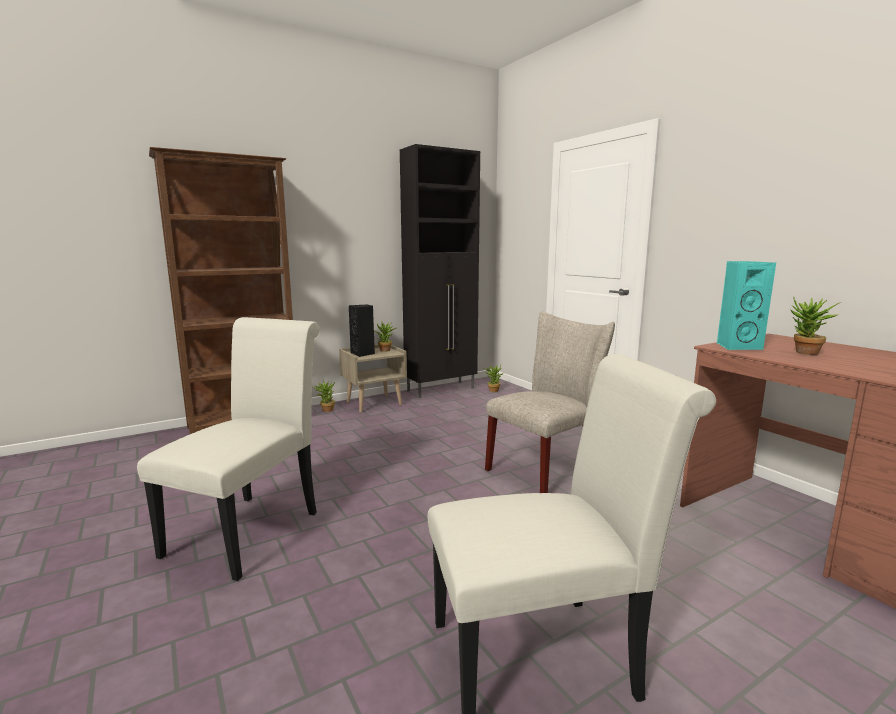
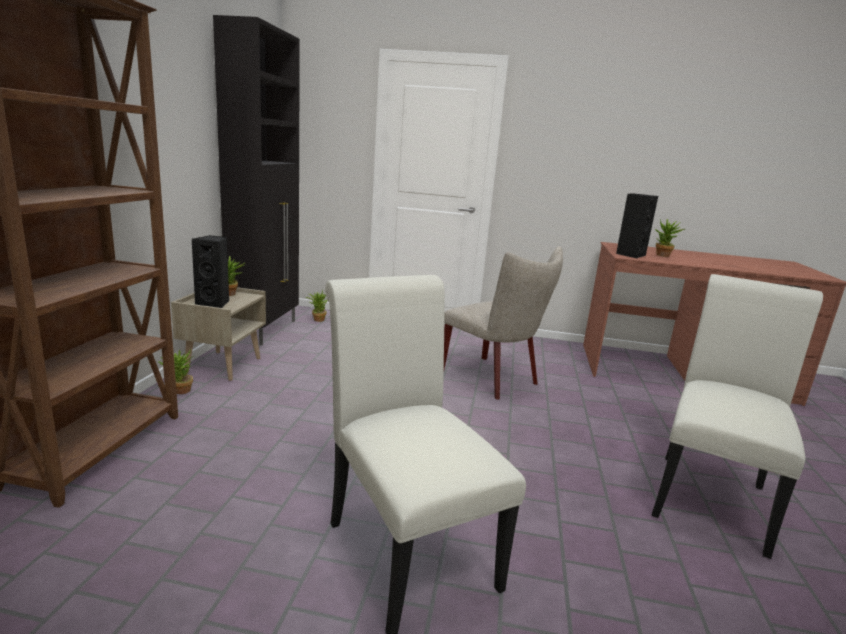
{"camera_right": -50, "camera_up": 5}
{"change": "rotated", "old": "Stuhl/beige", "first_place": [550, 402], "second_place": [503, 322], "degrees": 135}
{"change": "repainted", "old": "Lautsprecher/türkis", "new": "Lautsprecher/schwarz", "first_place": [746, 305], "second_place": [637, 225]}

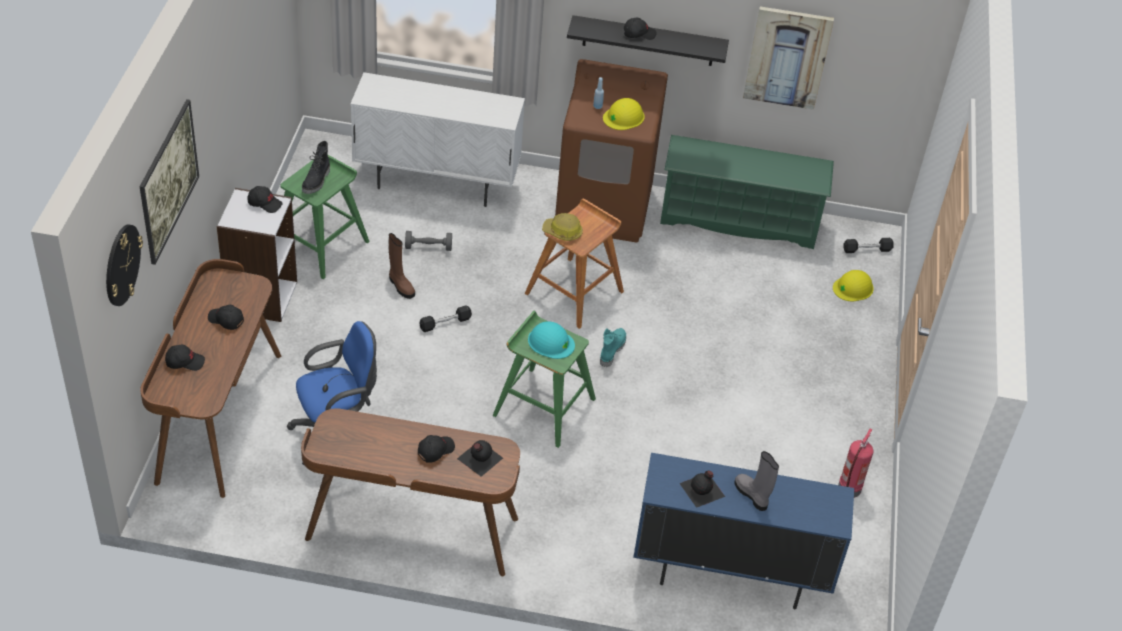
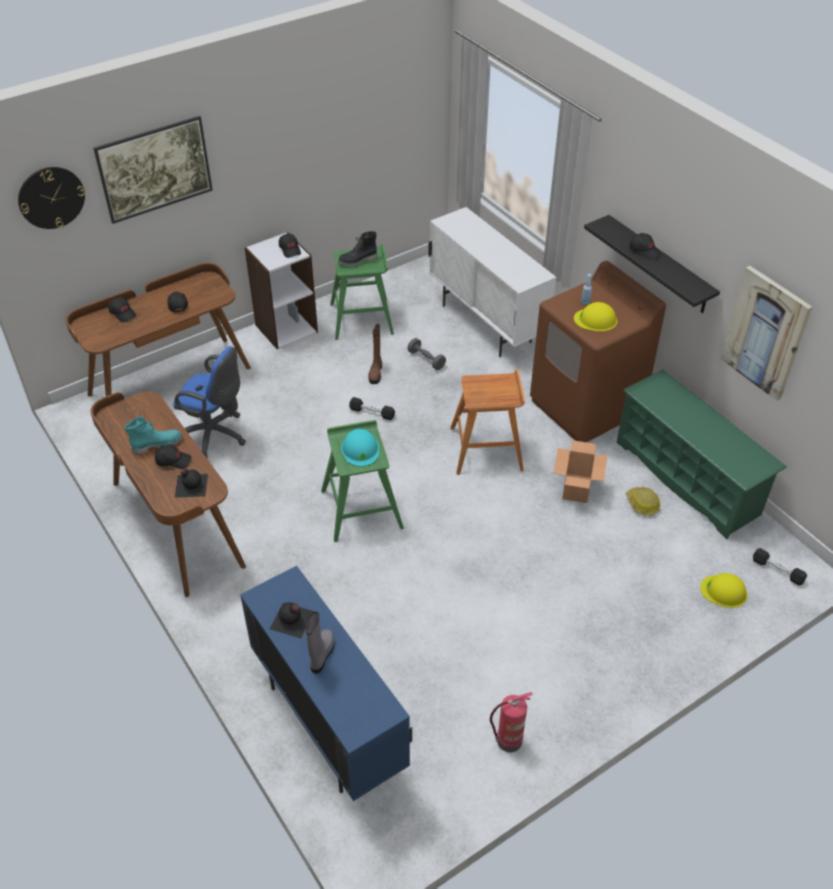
{"camera_right": 50, "camera_up": 0}
{"change": "shifted", "old": "Stiefel/türkis", "first_place": [613, 347], "second_place": [154, 435]}
{"change": "new", "new": "Karton", "second_place": [580, 471]}
{"change": "shifted", "old": "Schutzhelm", "first_place": [562, 227], "second_place": [643, 501]}

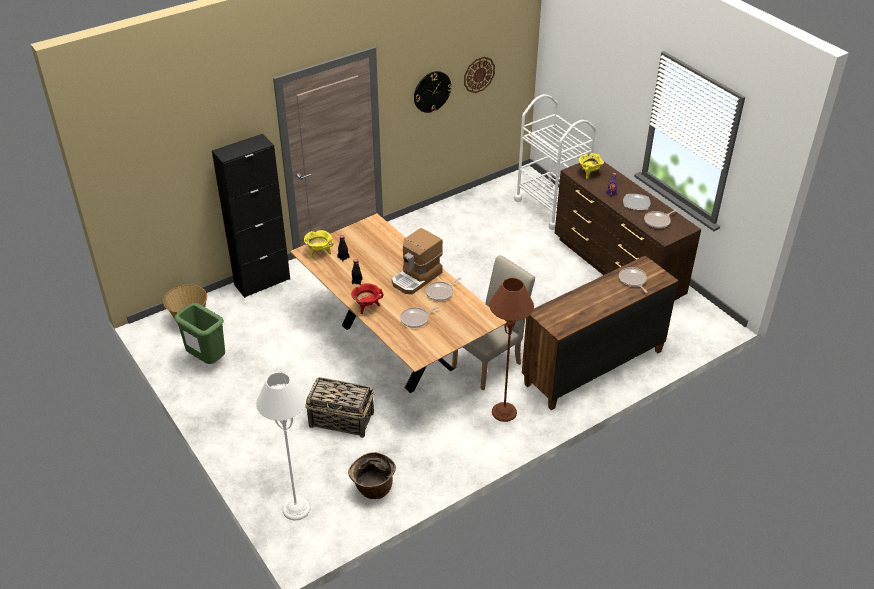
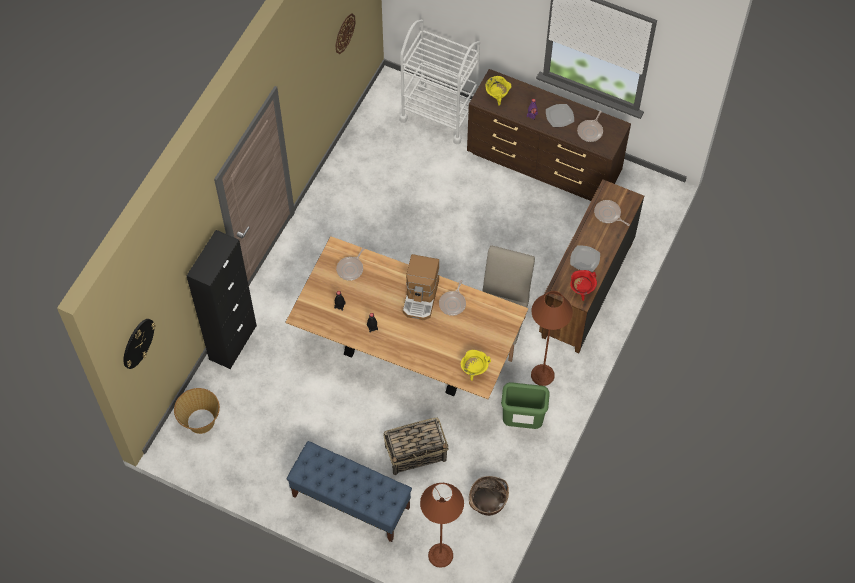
{"camera_right": -30, "camera_up": 20}
{"change": "shifted", "old": "Wanduhr", "first_place": [433, 92], "second_place": [140, 344]}
{"change": "new", "new": "Bank/blau", "second_place": [349, 491]}
{"change": "shifted", "old": "Pfanne", "first_place": [420, 317], "second_place": [350, 264]}
{"change": "repainted", "old": "Stehlampe/weiß", "new": "Stehlampe/braun", "first_place": [283, 446], "second_place": [442, 525]}
{"change": "shifted", "old": "Kochtopf/gelb", "first_place": [319, 243], "second_place": [476, 365]}
{"change": "shifted", "old": "Mülleimer/grün", "first_place": [199, 333], "second_place": [525, 405]}
{"change": "new", "new": "Teller", "second_place": [585, 258]}
{"change": "shifted", "old": "Kochtopf/rot", "first_place": [367, 298], "second_place": [583, 285]}

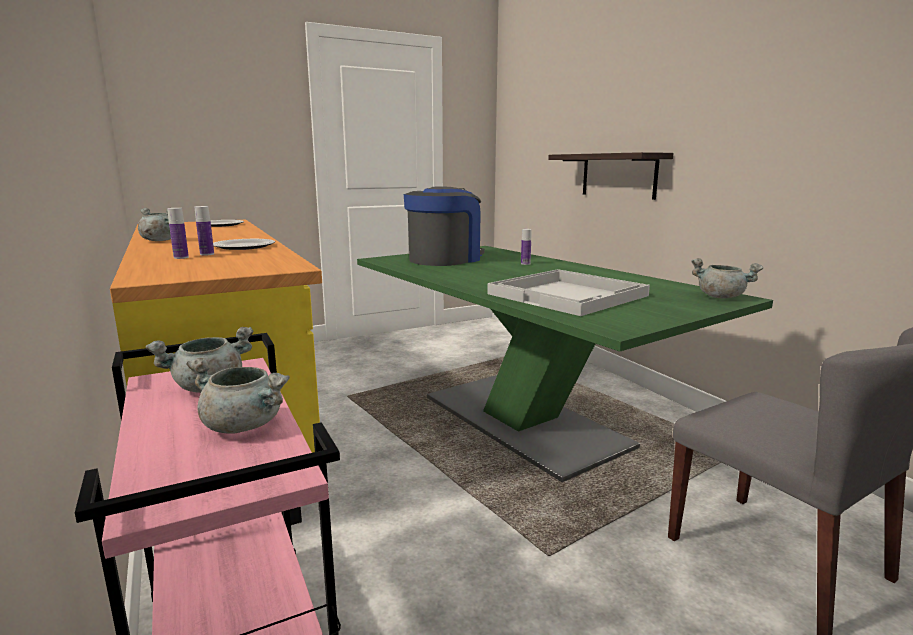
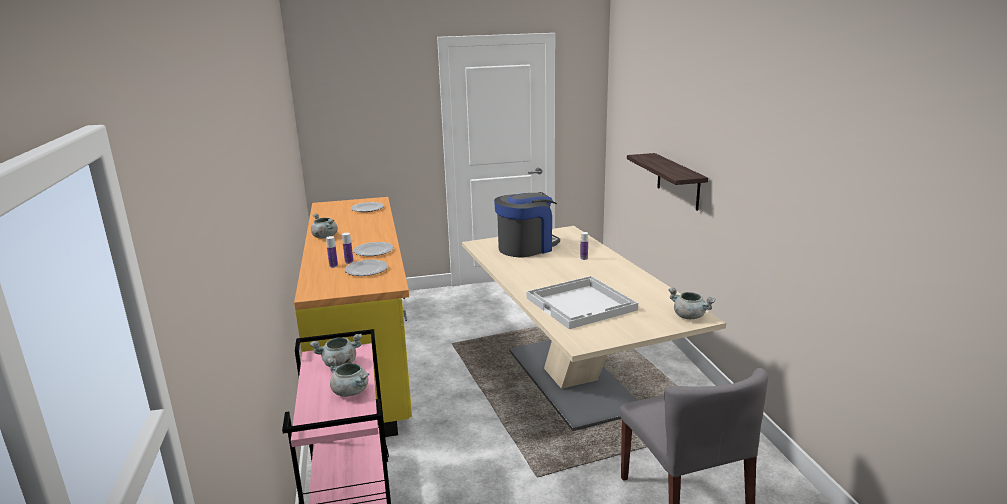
{"camera_right": 15, "camera_up": 5}
{"change": "new", "new": "Teller", "second_place": [366, 268]}
{"change": "repainted", "old": "Esstisch/grün", "new": "Esstisch/beige", "first_place": [565, 364], "second_place": [594, 328]}

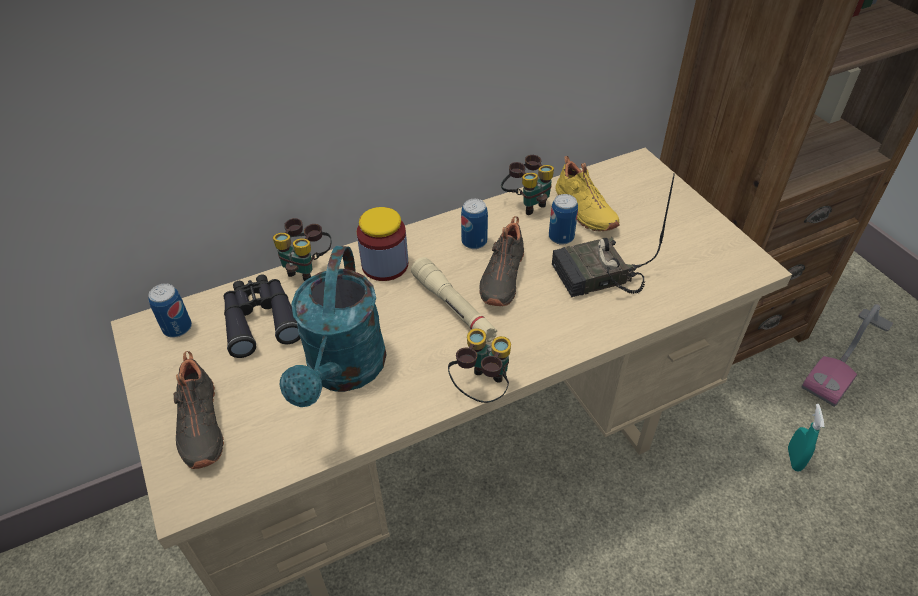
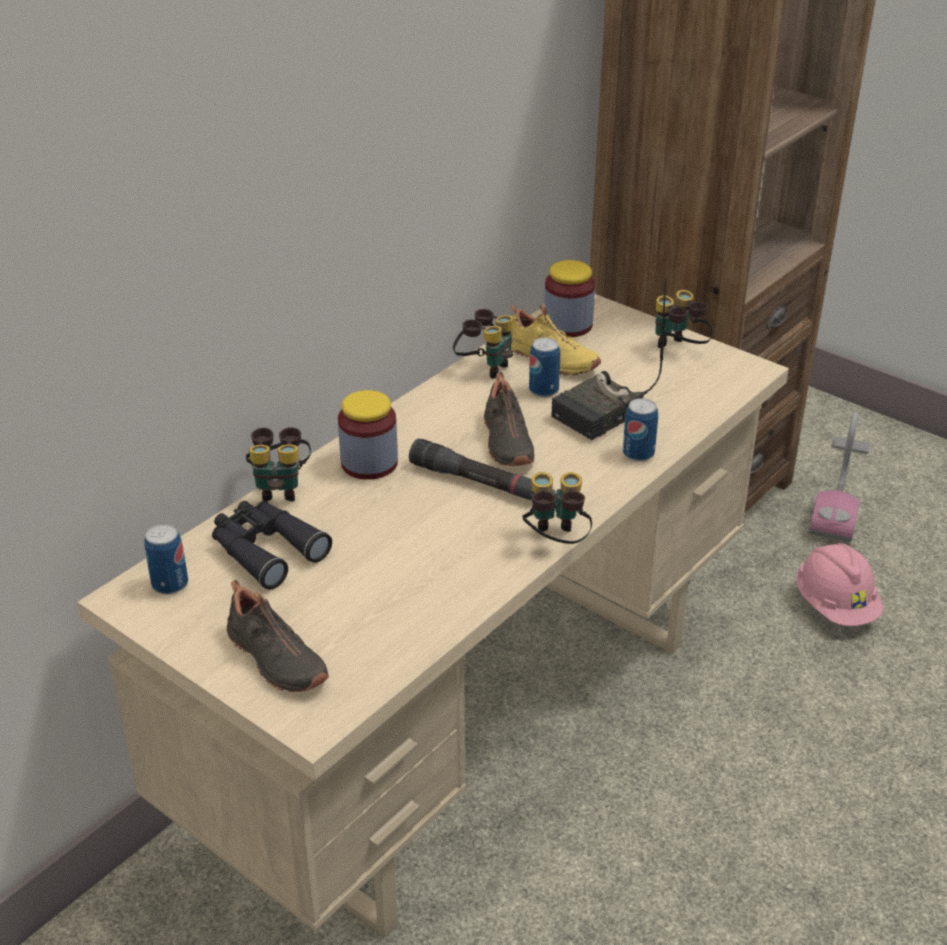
{"camera_right": -25, "camera_up": -10}
{"change": "repainted", "old": "Taschenlampe/beige", "new": "Taschenlampe/schwarz", "first_place": [454, 300], "second_place": [471, 469]}
{"change": "new", "new": "Vorratsglas", "second_place": [569, 298]}
{"change": "shifted", "old": "Dose", "first_place": [474, 224], "second_place": [640, 430]}
{"change": "new", "new": "Fernglas", "second_place": [684, 319]}
{"change": "swapped", "old": "Sprühflasche/türkis", "new": "Schutzhelm/rosa", "first_place": [806, 438], "second_place": [839, 584]}
{"change": "gone", "old": "Gießkanne/türkis", "first_place": [333, 326]}

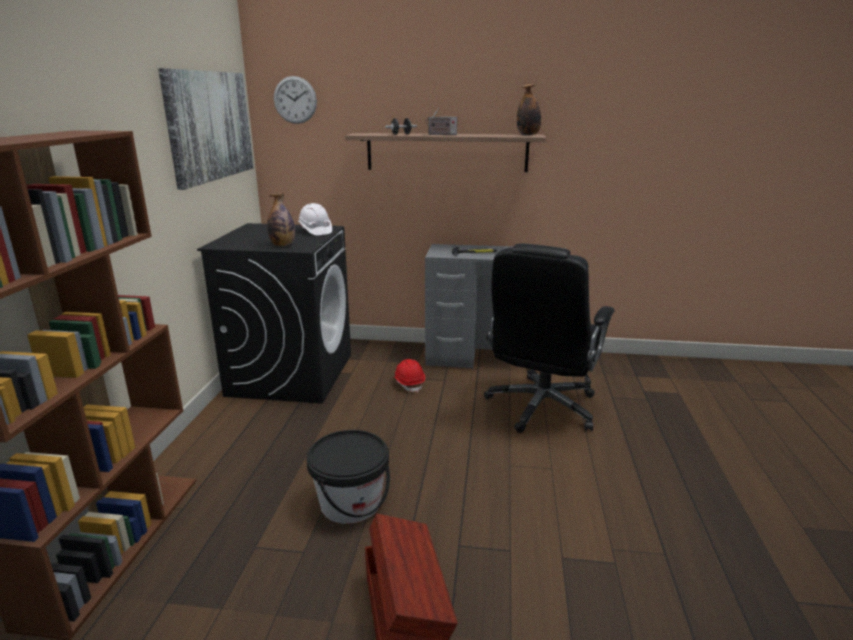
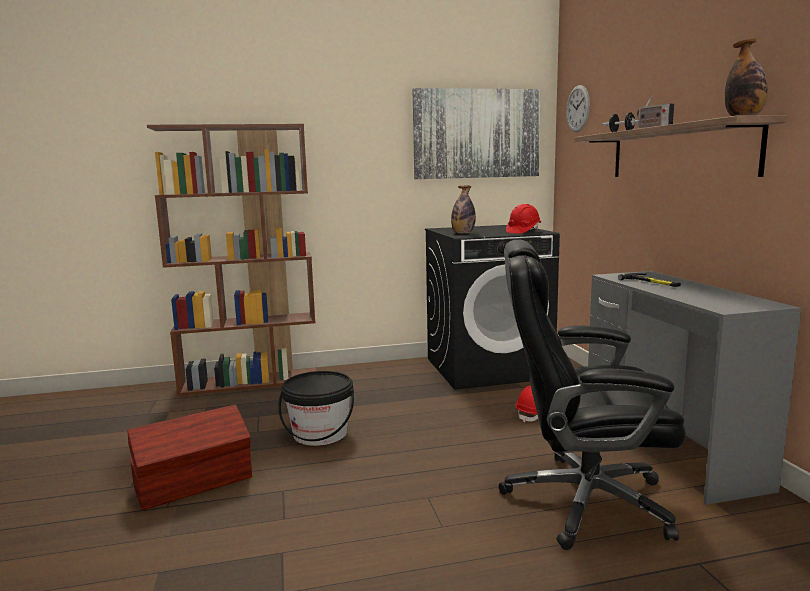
{"camera_right": 70, "camera_up": -10}
{"change": "repainted", "old": "Schutzhelm/weiß", "new": "Schutzhelm/rot", "first_place": [315, 219], "second_place": [523, 219]}

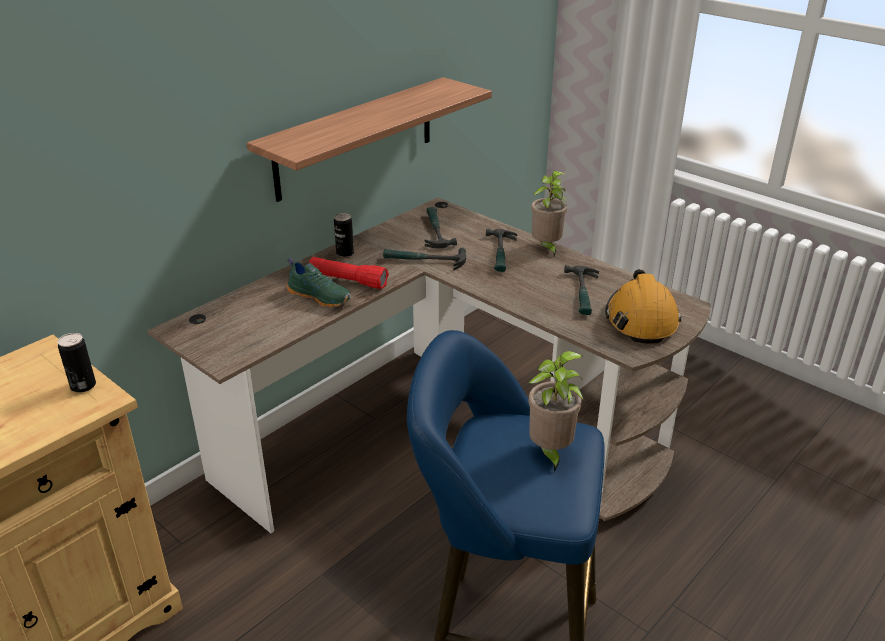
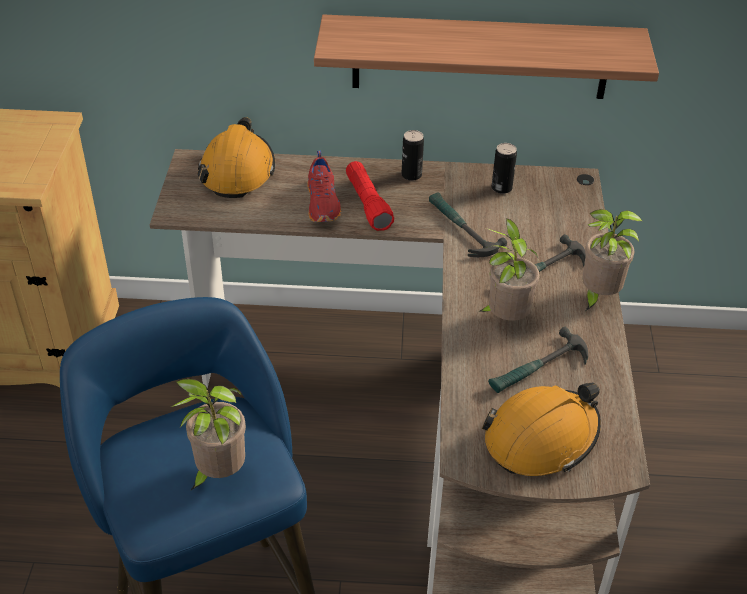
{"camera_right": 50, "camera_up": 10}
{"change": "new", "new": "Schutzhelm/orange", "second_place": [236, 157]}
{"change": "repainted", "old": "Schuh/grün", "new": "Schuh/rot", "first_place": [319, 283], "second_place": [324, 186]}
{"change": "new", "new": "Topfpflanze", "second_place": [509, 270]}
{"change": "shifted", "old": "Dose", "first_place": [77, 363], "second_place": [504, 168]}
{"change": "gone", "old": "Hammer", "first_place": [440, 227]}

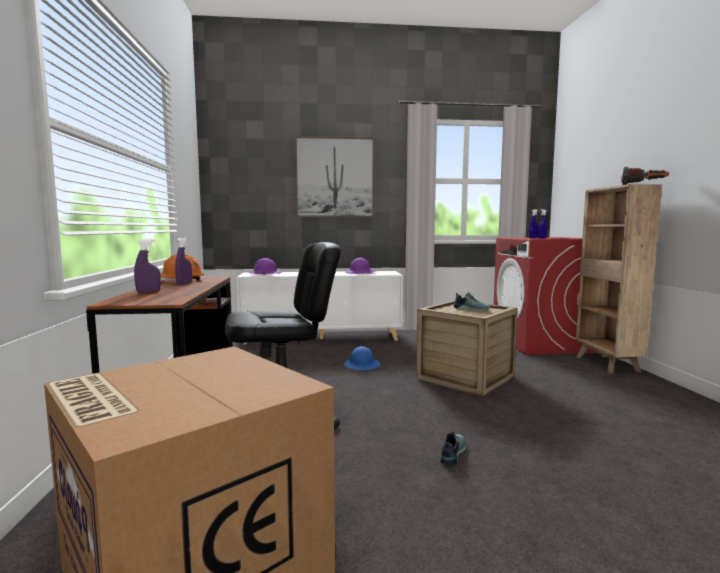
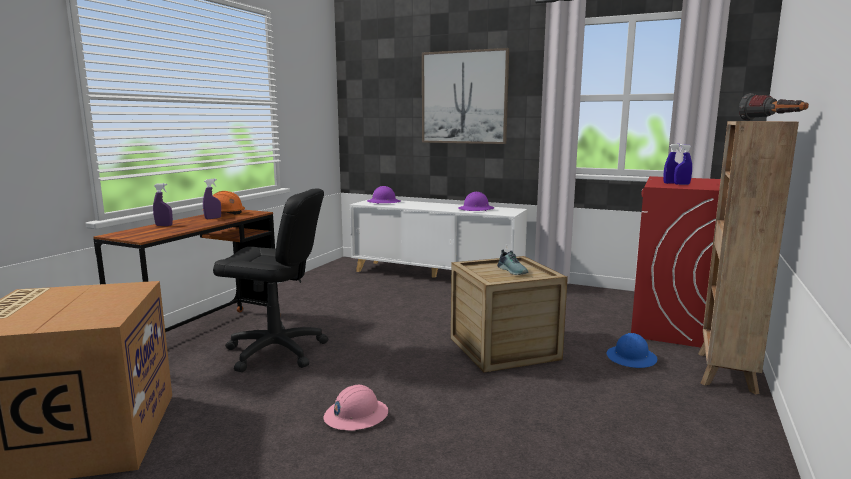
{"camera_right": 30, "camera_up": 5}
{"change": "swapped", "old": "Schuh", "new": "Schutzhelm/rosa", "first_place": [453, 448], "second_place": [355, 407]}
{"change": "shifted", "old": "Schutzhelm/blau", "first_place": [362, 358], "second_place": [632, 350]}

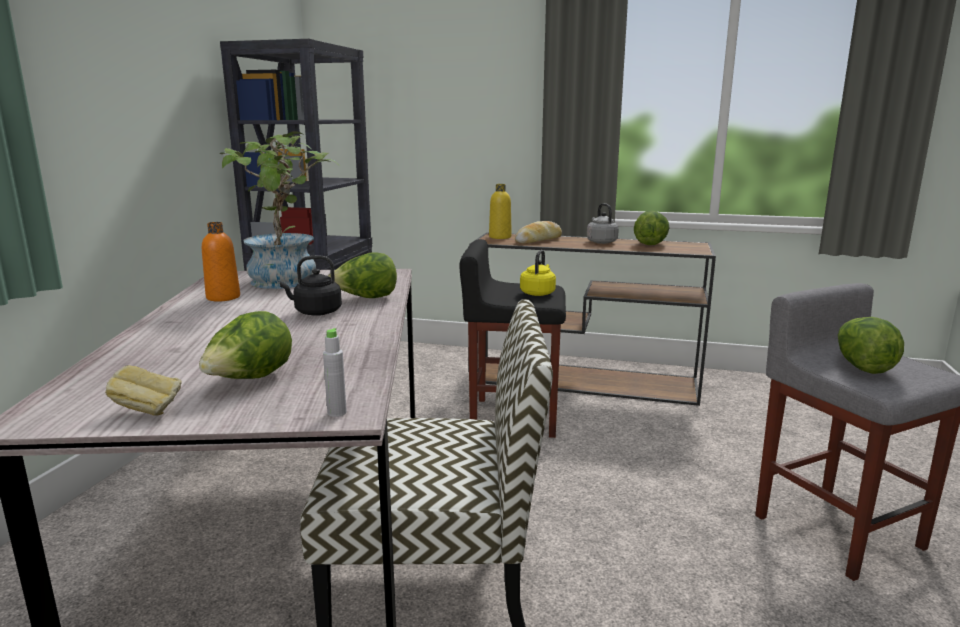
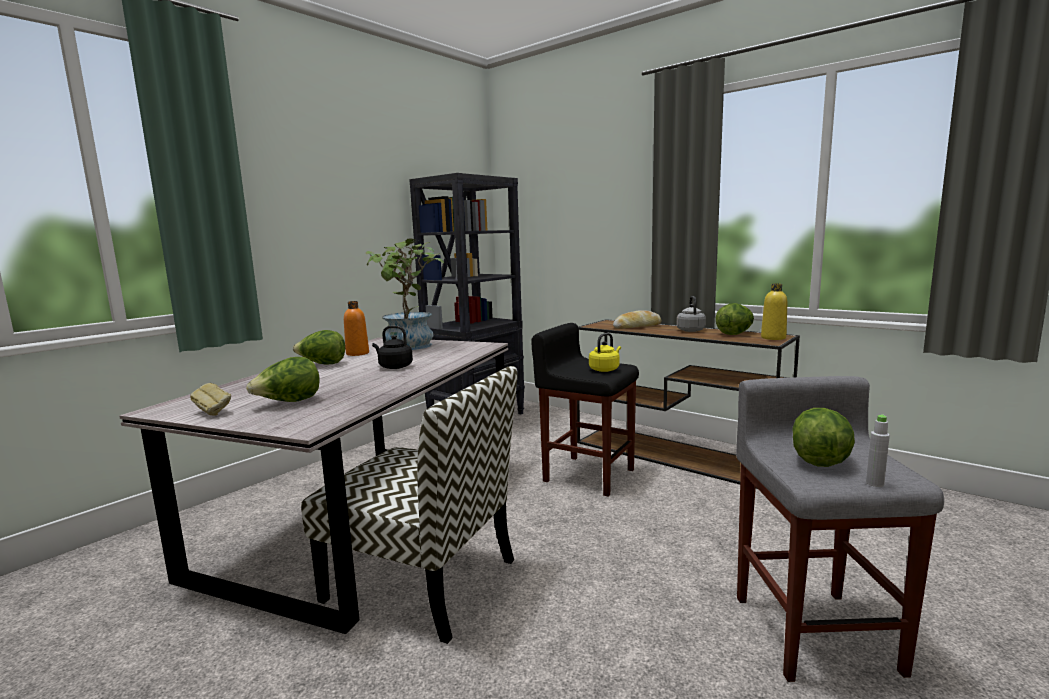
{"camera_right": 25, "camera_up": -5}
{"change": "shifted", "old": "Salatkopf", "first_place": [362, 275], "second_place": [319, 347]}
{"change": "shifted", "old": "Flasche/gelb", "first_place": [500, 211], "second_place": [774, 312]}
{"change": "shifted", "old": "Flasche/grau", "first_place": [335, 372], "second_place": [878, 450]}

